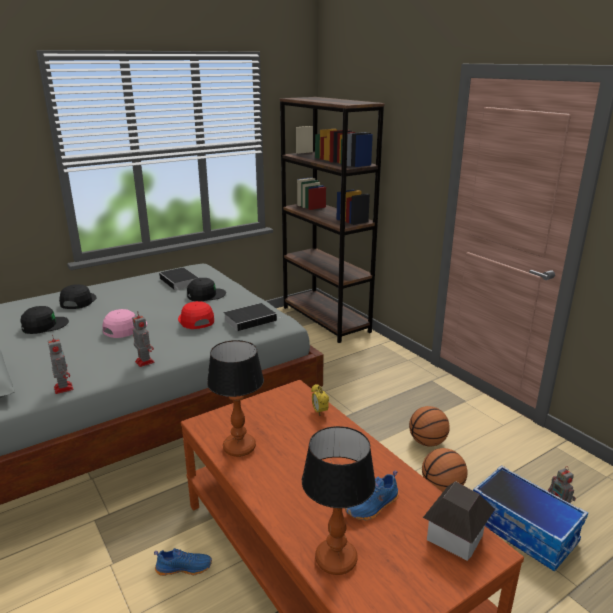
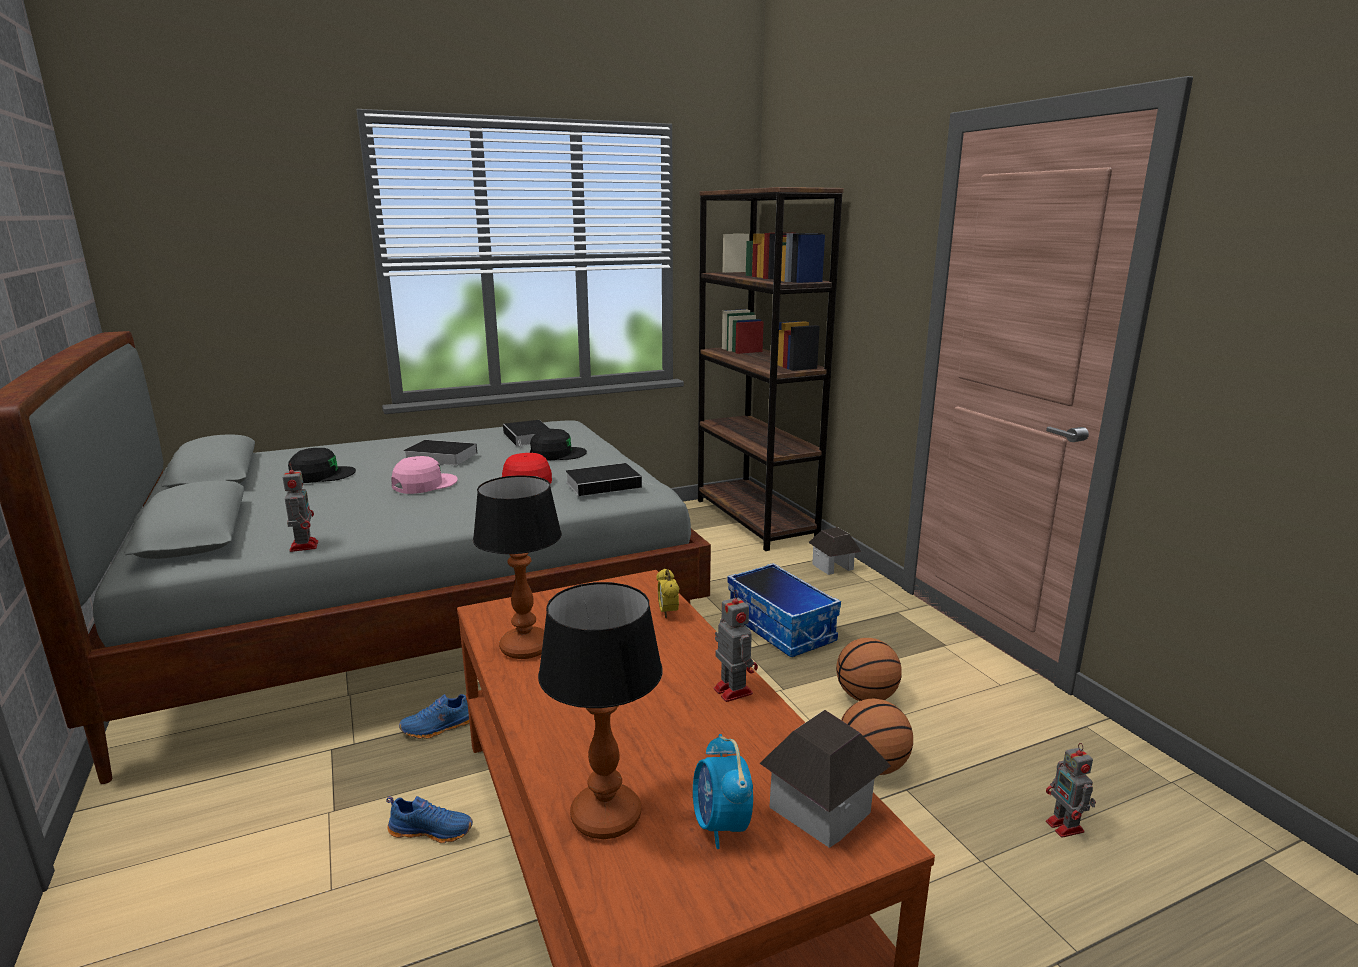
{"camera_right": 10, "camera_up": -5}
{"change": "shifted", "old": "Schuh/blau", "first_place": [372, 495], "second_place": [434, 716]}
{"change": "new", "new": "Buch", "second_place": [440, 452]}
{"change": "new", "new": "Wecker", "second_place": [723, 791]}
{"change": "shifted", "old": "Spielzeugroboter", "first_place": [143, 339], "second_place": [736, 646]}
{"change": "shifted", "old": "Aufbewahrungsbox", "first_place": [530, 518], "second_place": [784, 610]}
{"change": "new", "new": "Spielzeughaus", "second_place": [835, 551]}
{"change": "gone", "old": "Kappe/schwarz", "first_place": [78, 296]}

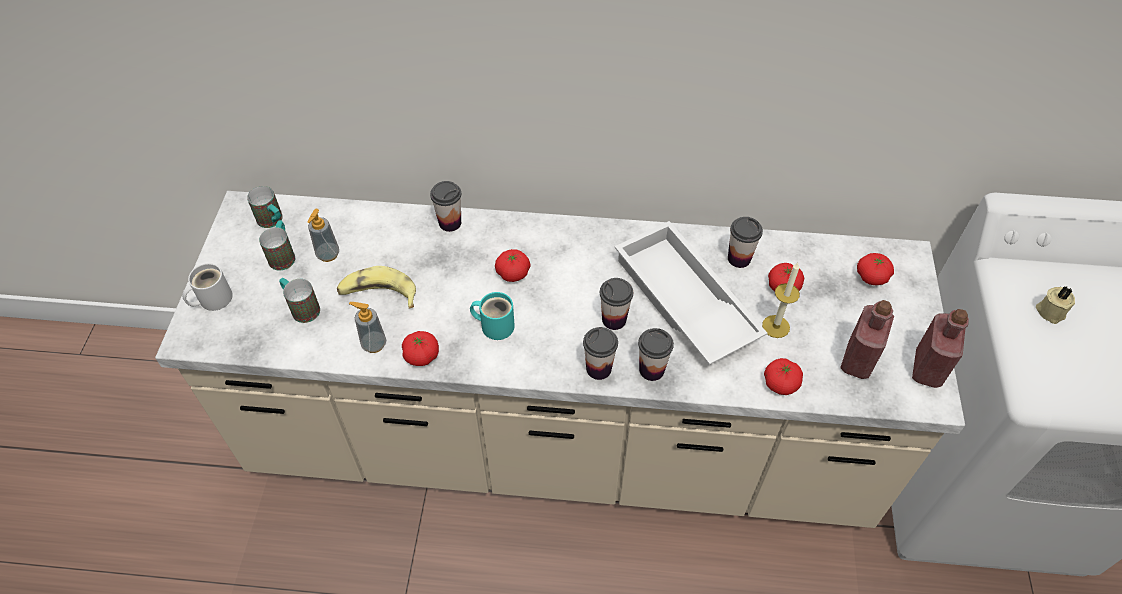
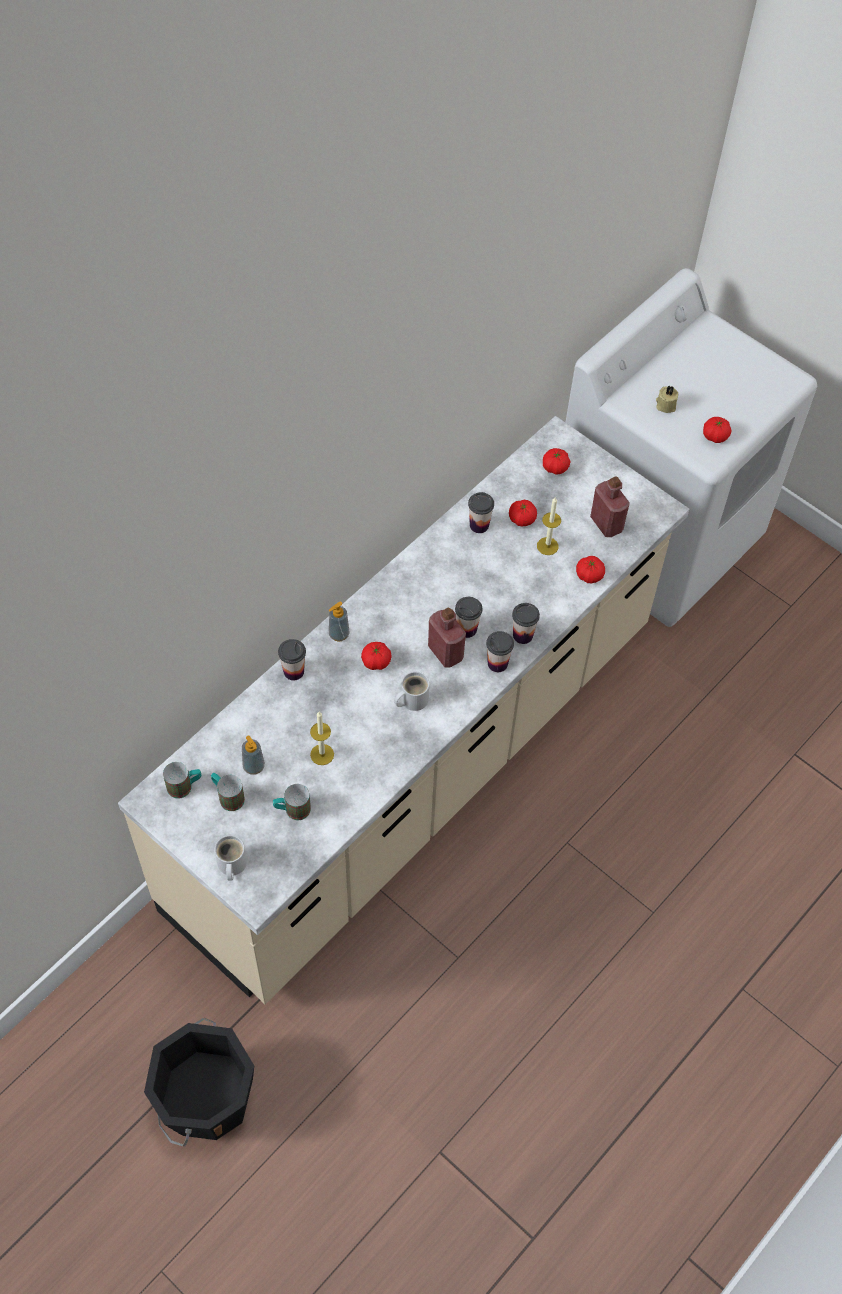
{"camera_right": -55, "camera_up": 5}
{"change": "new", "new": "Eimer/schwarz", "second_place": [199, 1082]}
{"change": "swapped", "old": "Banane", "new": "Kerze", "first_place": [376, 287], "second_place": [322, 738]}
{"change": "shifted", "old": "Seifenspender", "first_place": [367, 327], "second_place": [339, 621]}
{"change": "repainted", "old": "Henkelbecher/türkis", "new": "Henkelbecher/weiß", "first_place": [492, 316], "second_place": [412, 691]}
{"change": "shifted", "old": "Flasche/rot", "first_place": [940, 348], "second_place": [447, 638]}
{"change": "shifted", "old": "Tomate", "first_place": [420, 348], "second_place": [717, 430]}
{"change": "gone", "old": "Tablett/weiß", "first_place": [691, 293]}

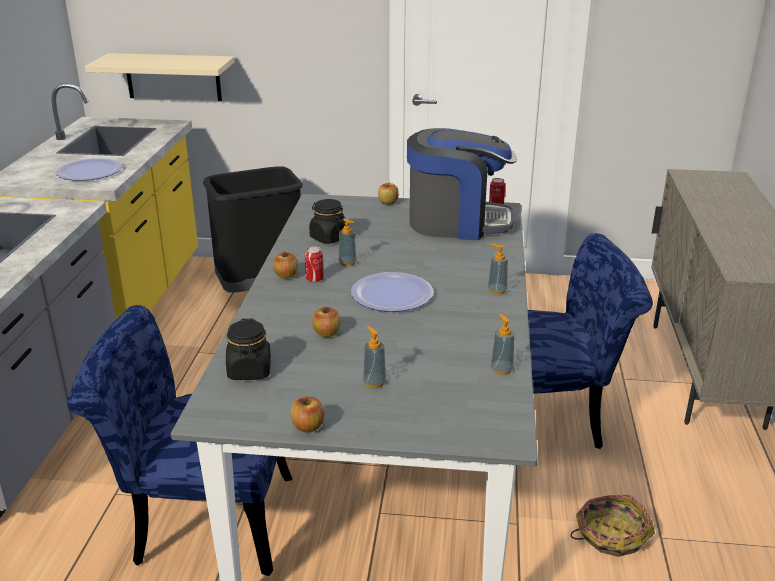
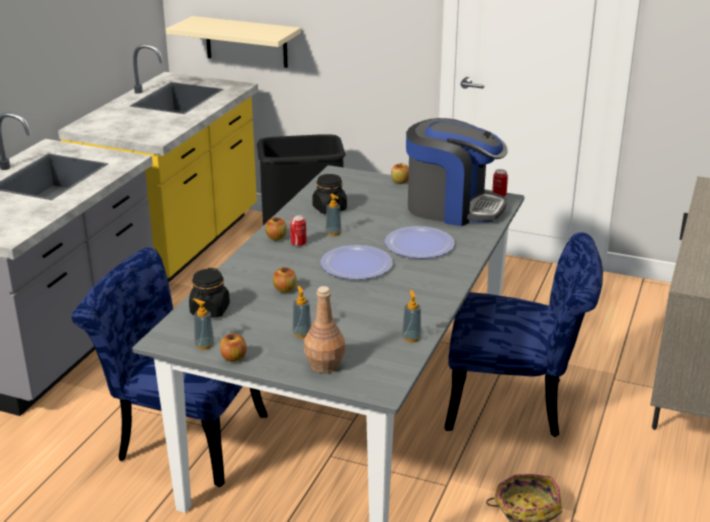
{"camera_right": 15, "camera_up": 0}
{"change": "shifted", "old": "Seifenspender", "first_place": [498, 269], "second_place": [203, 324]}
{"change": "new", "new": "Flasche/braun", "second_place": [324, 329]}
{"change": "shifted", "old": "Teller", "first_place": [88, 169], "second_place": [419, 242]}

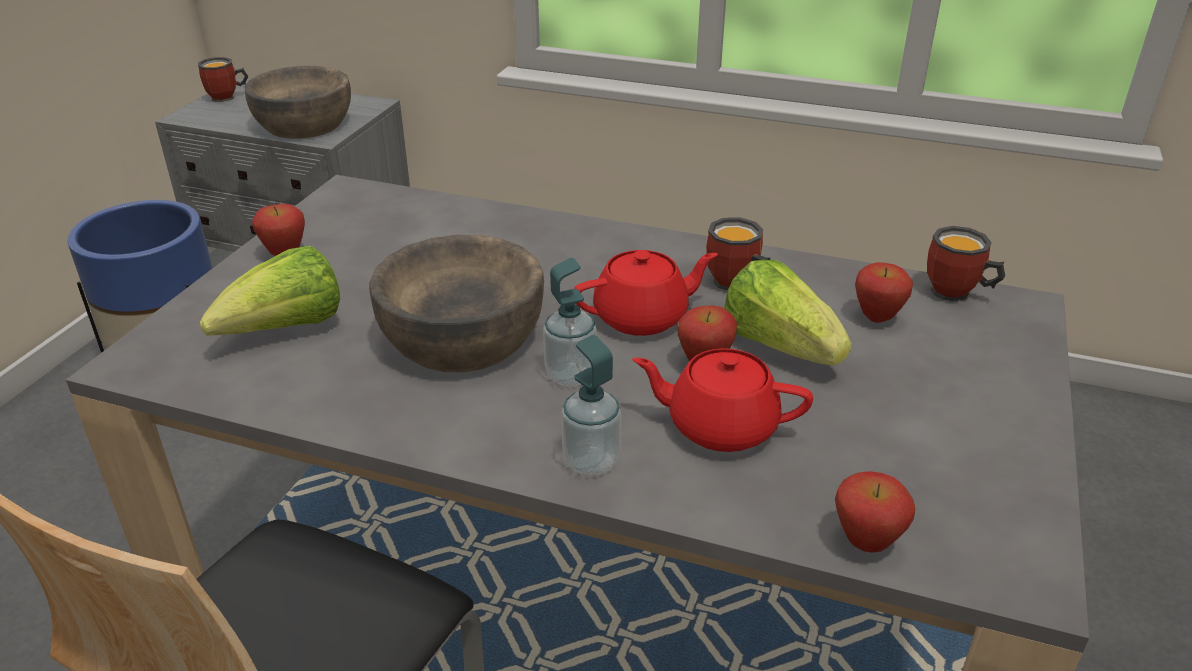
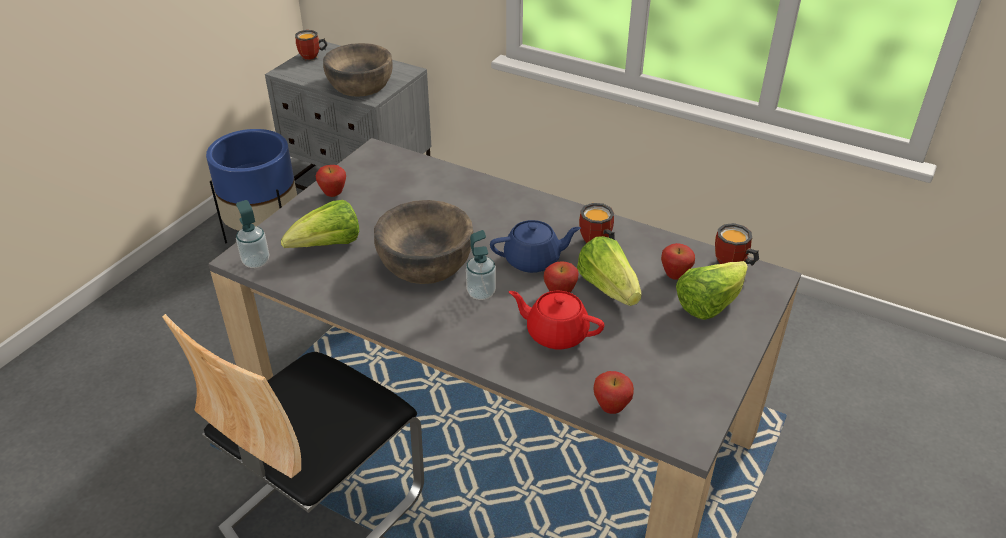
{"camera_right": 10, "camera_up": 5}
{"change": "shifted", "old": "Seifenspender", "first_place": [591, 405], "second_place": [252, 234]}
{"change": "repainted", "old": "Teekanne/rot", "new": "Teekanne/blau", "first_place": [645, 293], "second_place": [535, 246]}
{"change": "new", "new": "Salatkopf", "second_place": [712, 290]}

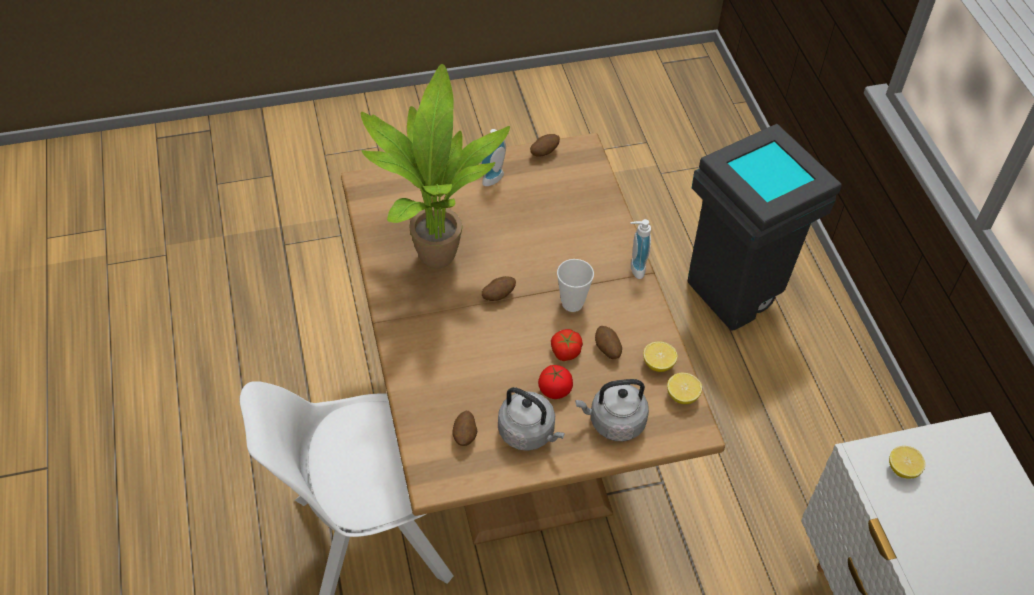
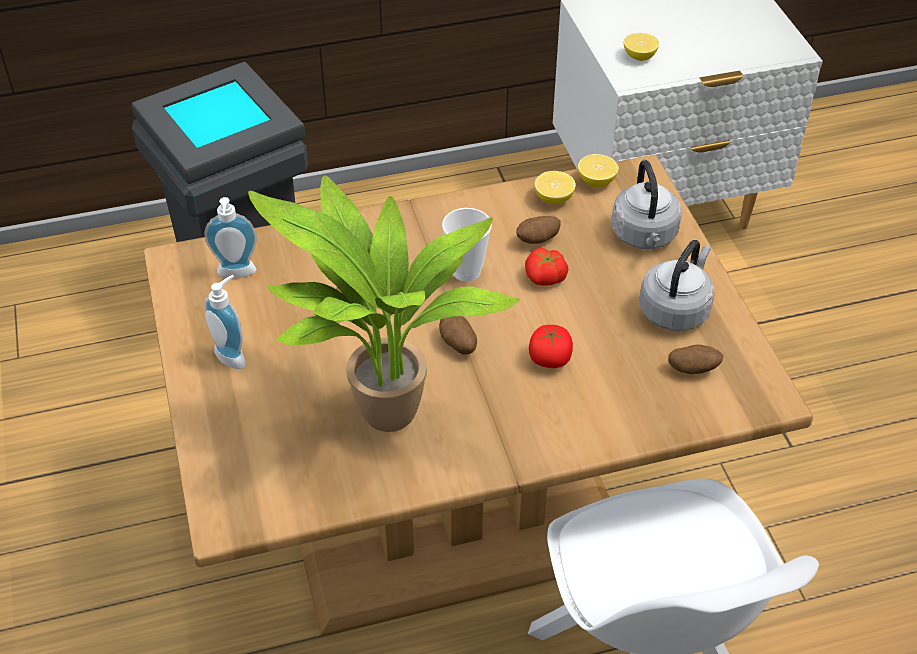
{"camera_right": -90, "camera_up": -5}
{"change": "shifted", "old": "Seifenspender", "first_place": [640, 249], "second_place": [230, 237]}
{"change": "shifted", "old": "Tomate", "first_place": [555, 382], "second_place": [551, 346]}
{"change": "gone", "old": "Kartoffel", "first_place": [545, 145]}

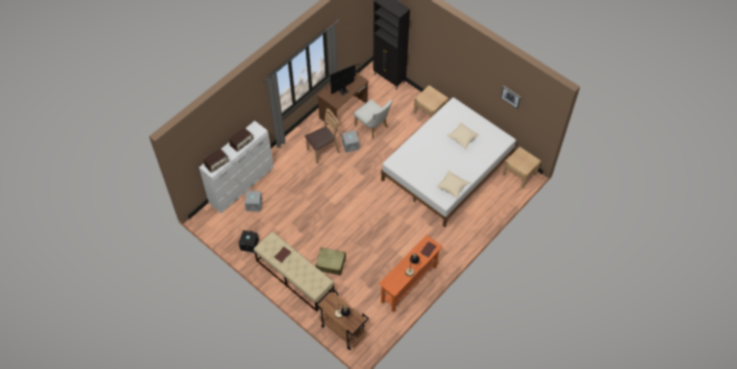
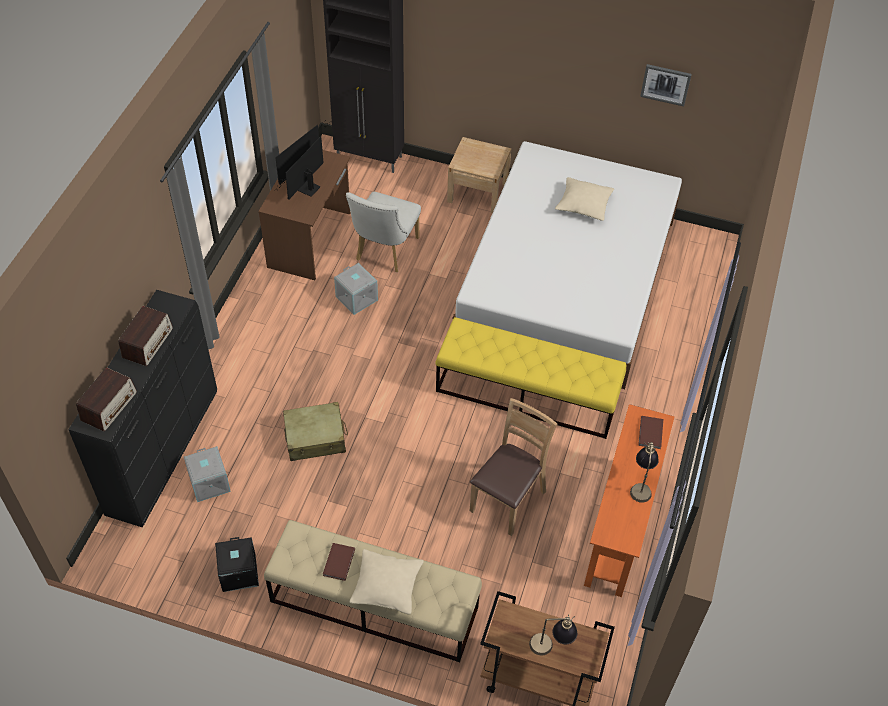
{"camera_right": -25, "camera_up": -5}
{"change": "repainted", "old": "Kommode/weiß", "new": "Kommode/schwarz", "first_place": [236, 167], "second_place": [142, 408]}
{"change": "shifted", "old": "Koffer/beige", "first_place": [330, 261], "second_place": [315, 431]}
{"change": "rotated", "old": "Stuhl/weiß", "first_place": [373, 119], "second_place": [383, 232], "degrees": 90}
{"change": "shifted", "old": "Kissen/beige", "first_place": [453, 184], "second_place": [387, 581]}
{"change": "new", "new": "Bank/gelb", "second_place": [531, 378]}
{"change": "shifted", "old": "Stuhl/braun", "first_place": [322, 136], "second_place": [513, 467]}
{"change": "gone", "old": "Nachttisch/beige", "first_place": [521, 168]}

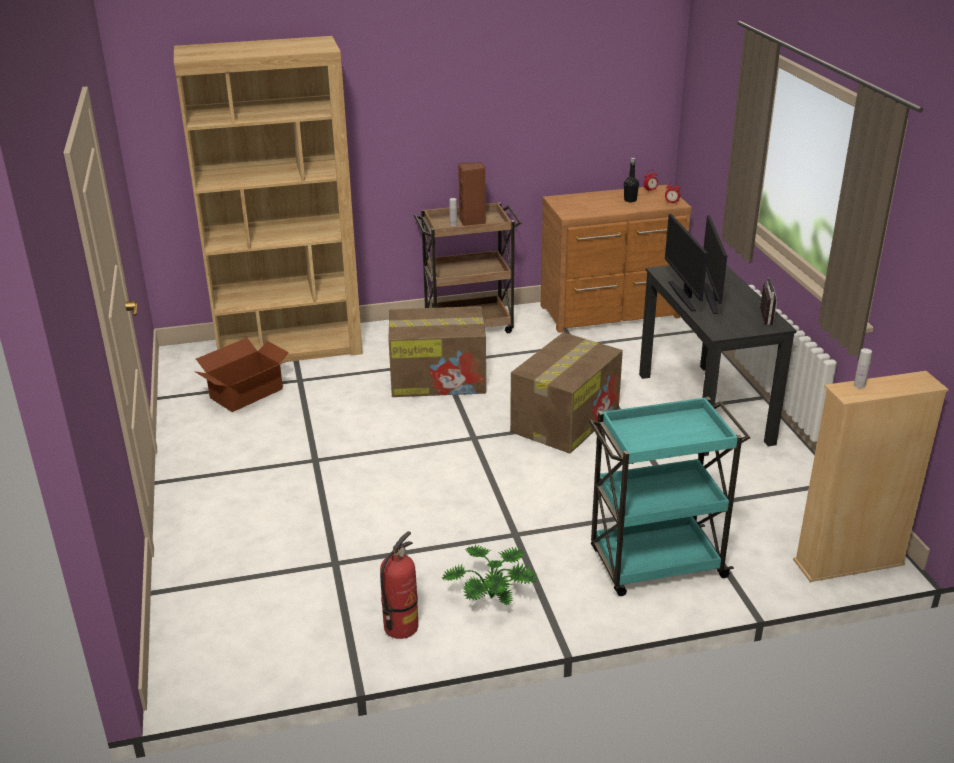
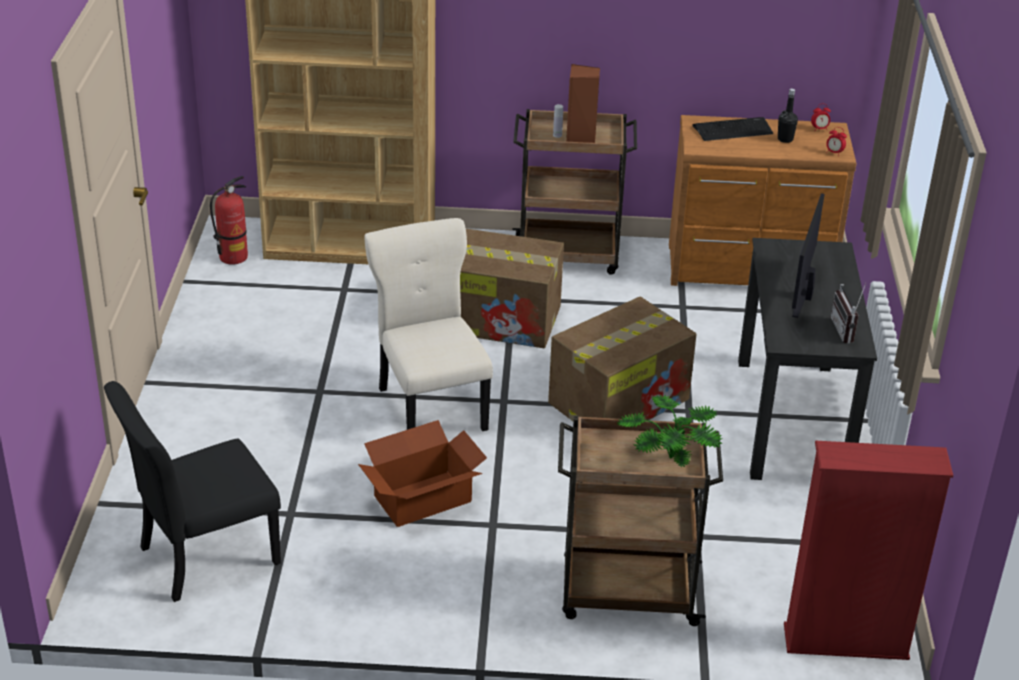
{"camera_right": 15, "camera_up": 5}
{"change": "new", "new": "Stuhl/schwarz", "second_place": [192, 491]}
{"change": "shifted", "old": "Feuerlöscher", "first_place": [399, 585], "second_place": [229, 220]}
{"change": "shifted", "old": "Karton", "first_place": [241, 375], "second_place": [422, 473]}
{"change": "new", "new": "Stuhl/beige", "second_place": [428, 324]}
{"change": "repainted", "old": "Rollwagen/türkis", "new": "Rollwagen/braun", "first_place": [669, 496], "second_place": [640, 521]}
{"change": "shifted", "old": "Topfpflanze", "first_place": [490, 575], "second_place": [669, 431]}
{"change": "new", "new": "Tastatur", "second_place": [732, 129]}
{"change": "repainted", "old": "Bücherregal/beige", "new": "Bücherregal/rot", "first_place": [871, 476], "second_place": [868, 550]}
{"change": "rotated", "old": "Radio", "first_place": [767, 301], "second_place": [848, 313], "degrees": 150}
{"change": "gone", "old": "Monitor", "first_place": [686, 263]}
{"change": "gone", "old": "Flasche/weiß", "first_place": [863, 368]}

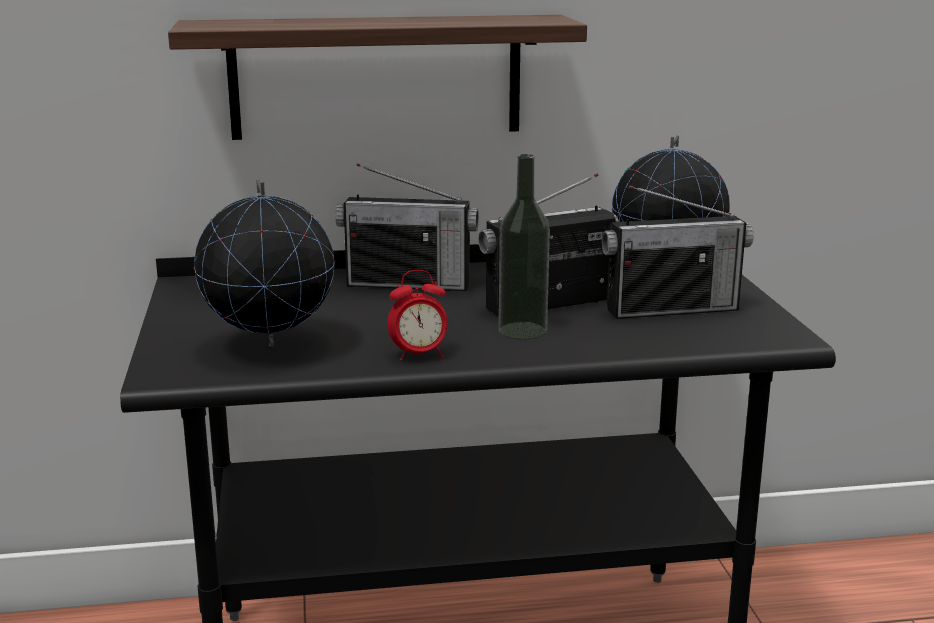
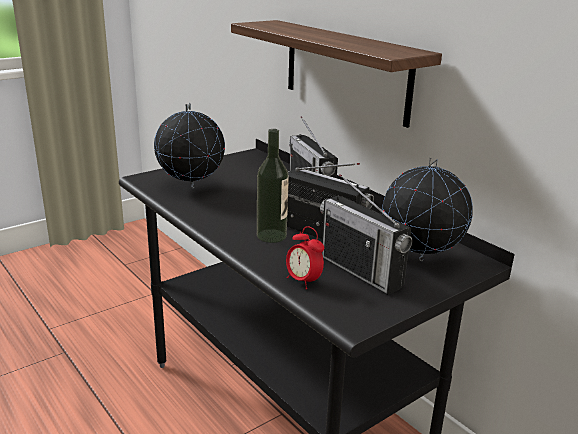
{"camera_right": 60, "camera_up": 5}
{"change": "shifted", "old": "Wecker", "first_place": [417, 315], "second_place": [305, 257]}

